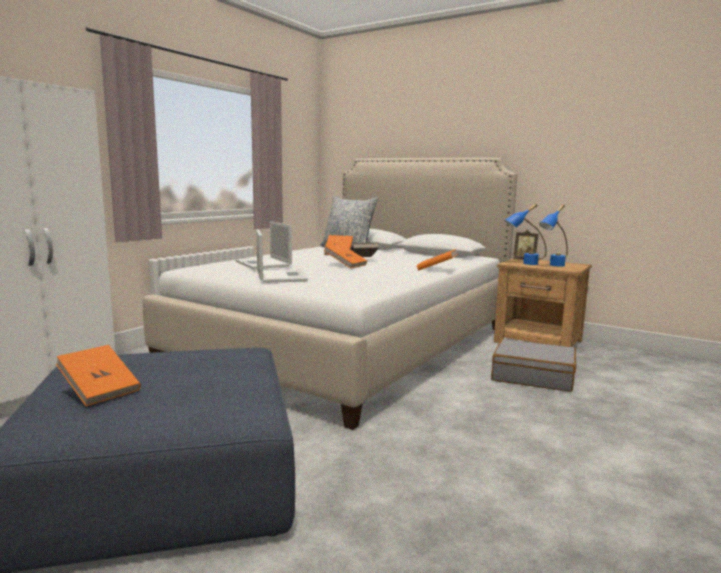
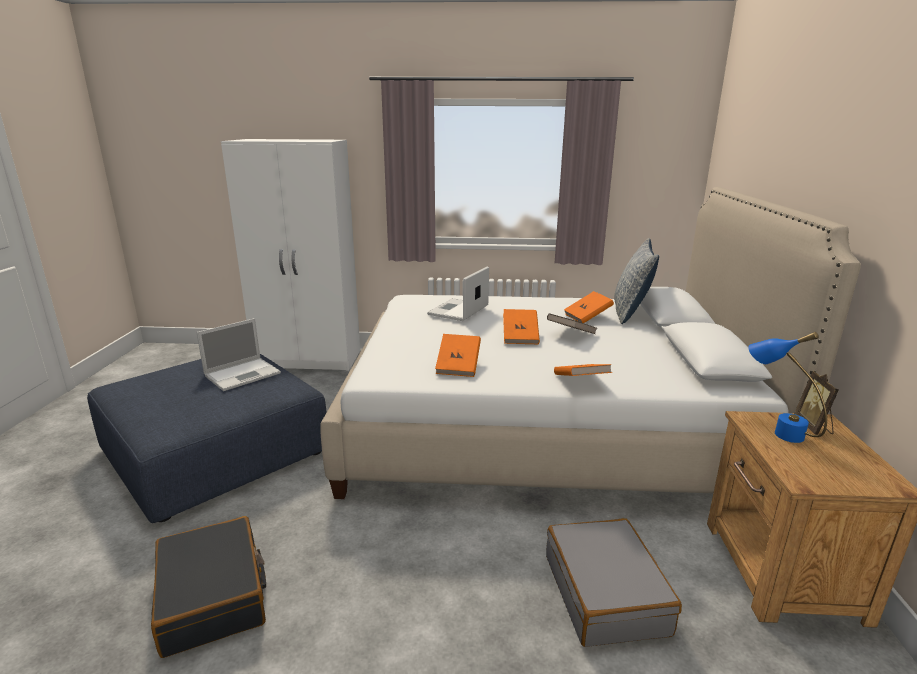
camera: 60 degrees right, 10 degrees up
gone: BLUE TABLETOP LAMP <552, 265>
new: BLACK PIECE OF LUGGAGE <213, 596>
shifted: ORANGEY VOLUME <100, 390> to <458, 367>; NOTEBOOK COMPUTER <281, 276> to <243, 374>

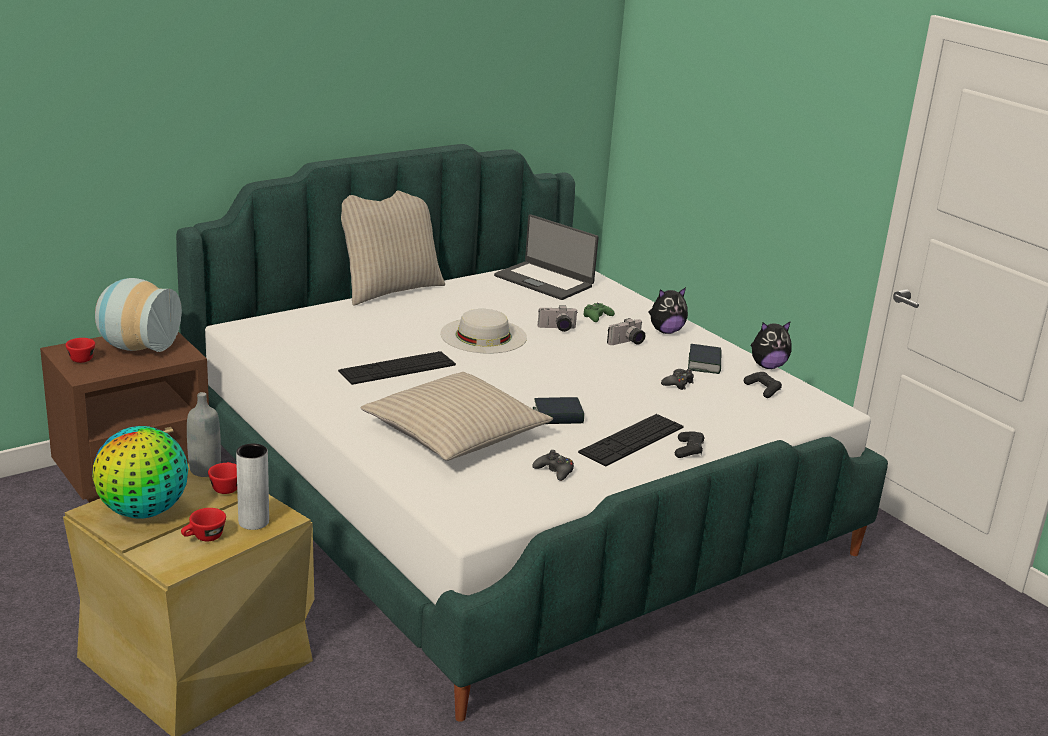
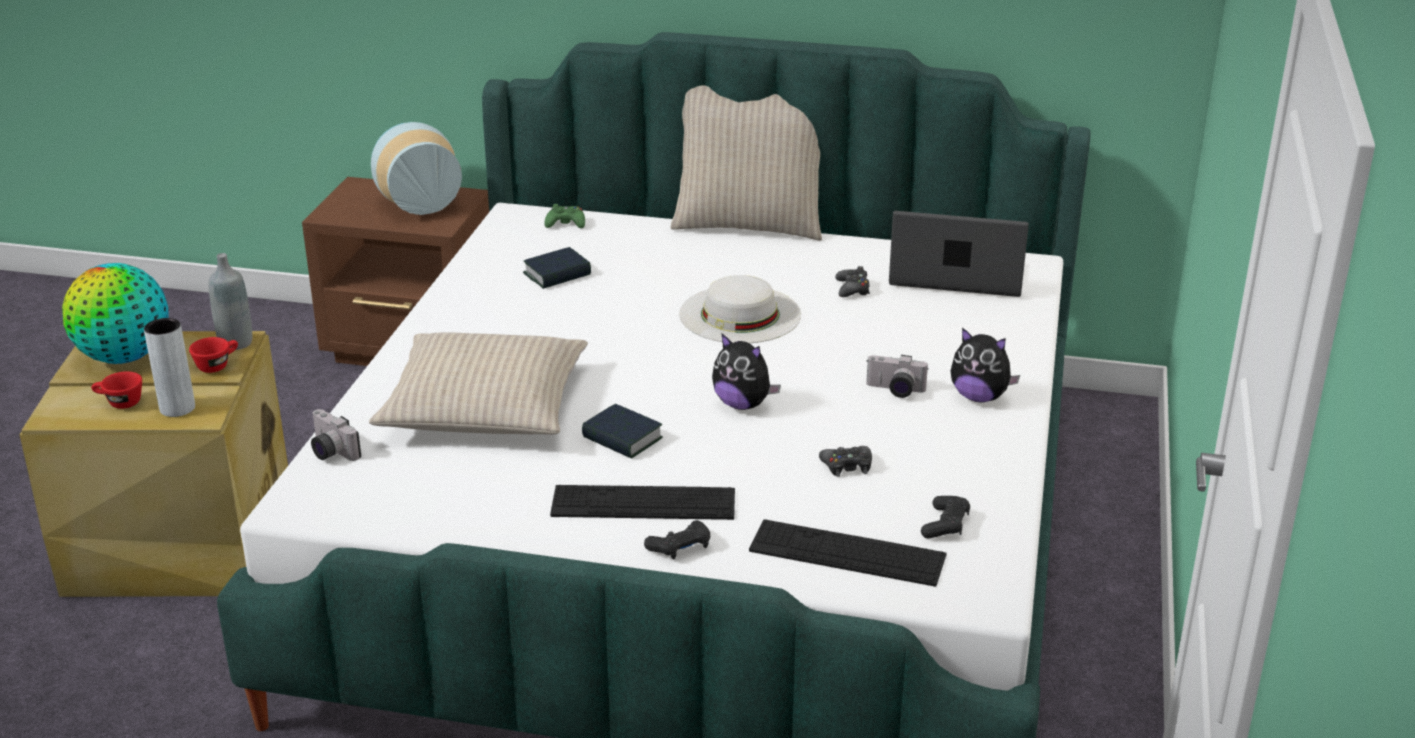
camera: 50 degrees right, 5 degrees up
gone: RED-COLOURED DRINKING CUP <81, 357>
shifted: COMPUTER KEYBOARD <397, 368> to <847, 553>; BLACK JOYPAD <554, 471> to <852, 289>; PHOTO CAMERA <557, 329> to <329, 451>; GREEN JOYPAD <597, 317> to <565, 223>; VOLUME <704, 363> to <557, 274>; PLUSH TOY <767, 366> to <743, 404>
rotated: NOTEBOOK COMPUTER <544, 281> = <956, 276> 105 degrees clockwise

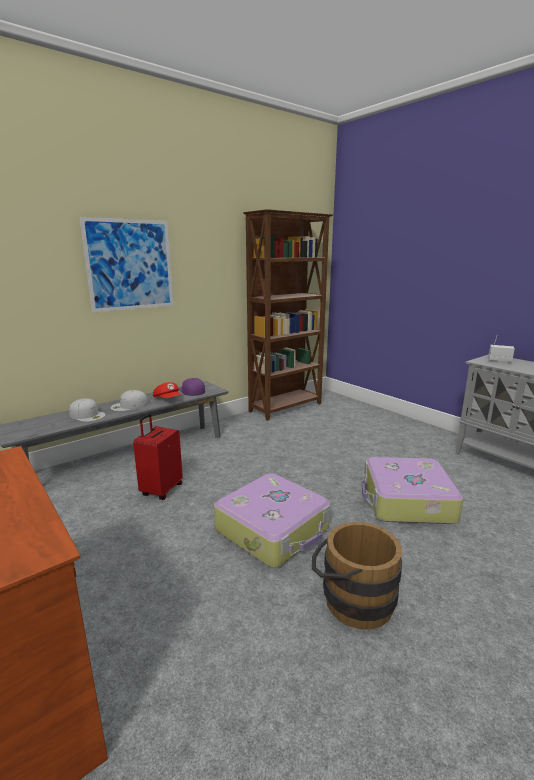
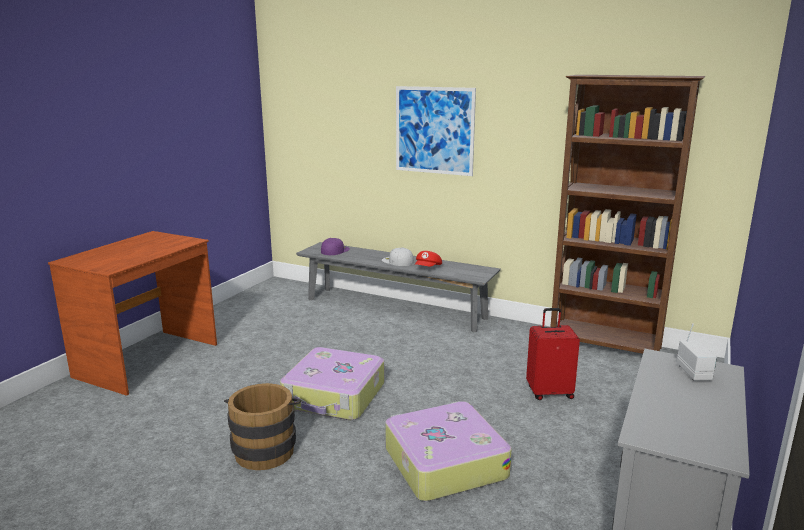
camera: 65 degrees right, 0 degrees up
gone: WHITE PEAKED CAP <87, 415>
shifted: RED-COLOURED PIECE OF LUGGAGE <161, 490> to <549, 392>; PURPLE PEAKED CAP <191, 390> to <335, 250>

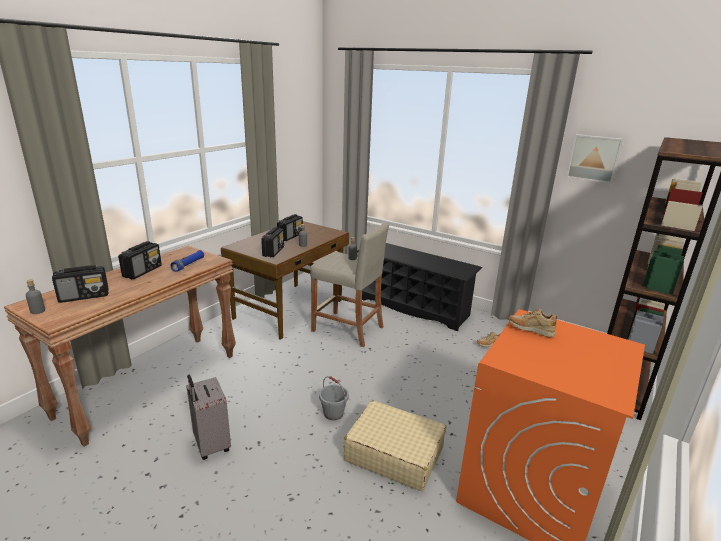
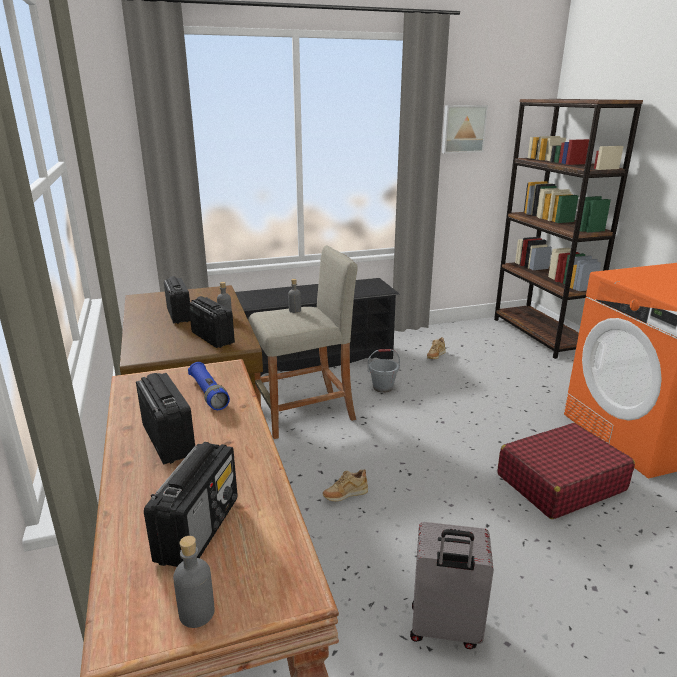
camera: 50 degrees left, 0 degrees up
shifted: GREYISH WATER BUCKET <333, 413> to <383, 387>; BEIGE LOW SHOE <530, 330> to <345, 495>
repainted: BEIGE PIECE OF LUGGAGE <394, 454> to RED-COLOURED PIECE OF LUGGAGE <560, 482>

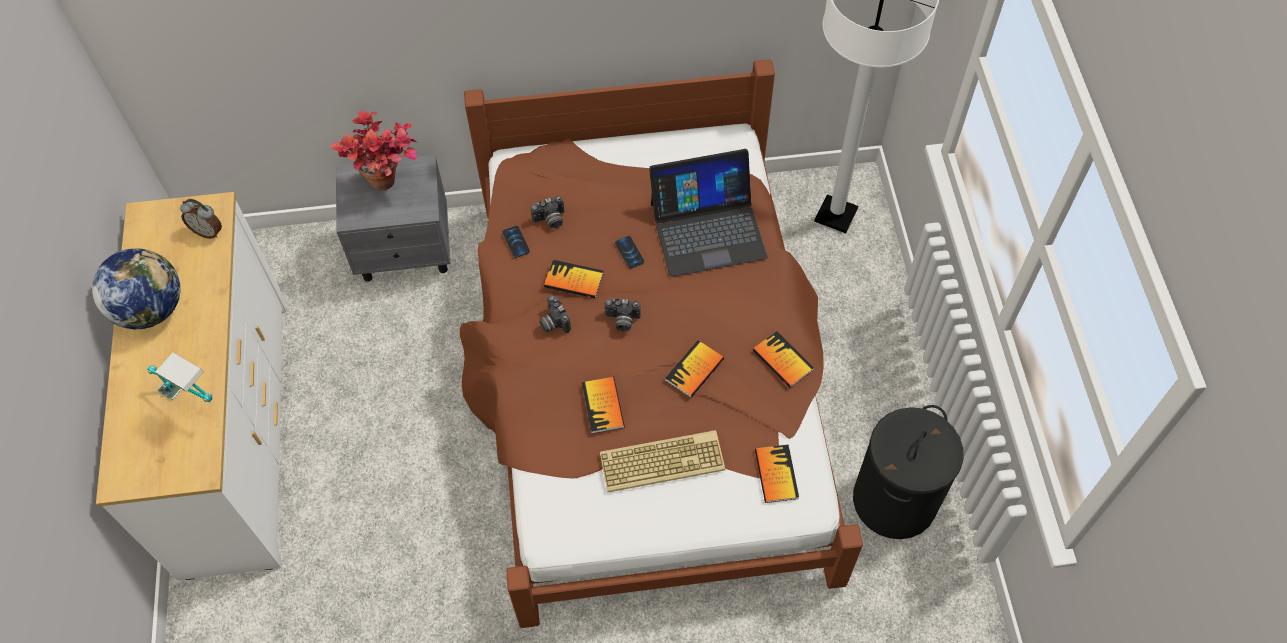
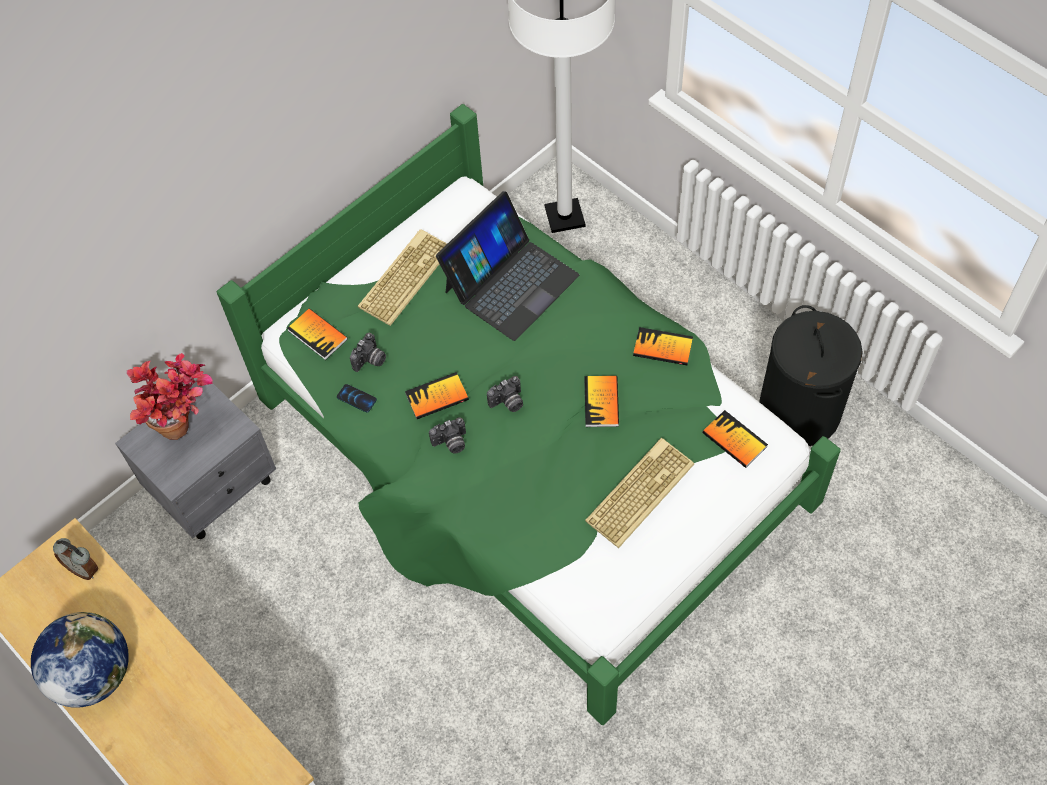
camera: 35 degrees left, 0 degrees up
gone: TABLETOP LAMP <194, 403>; PHONE <629, 252>
new: COMPUTER KEYBOARD <404, 276>
shifted: VOLUME <603, 406> to <317, 335>
repainted: BROWN-COLOURED BED <649, 384> to GREEN BED <531, 454>
rotated: BEDSIDE CLOCK <208, 231> = <84, 569> 45 degrees clockwise; PHOTO CAMERA <553, 322> = <451, 443> 45 degrees counterclockwise

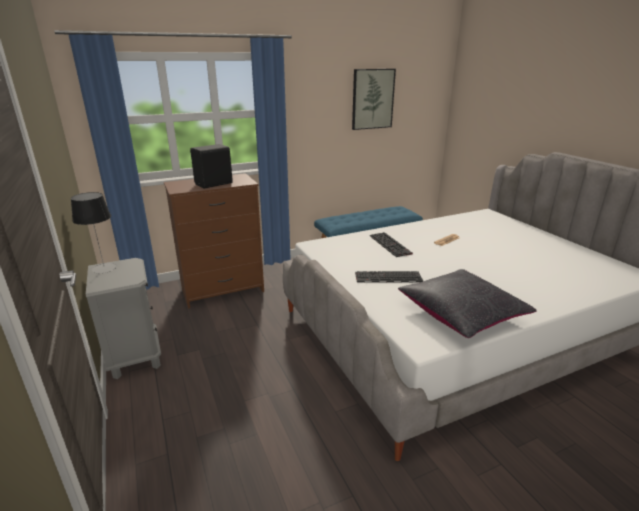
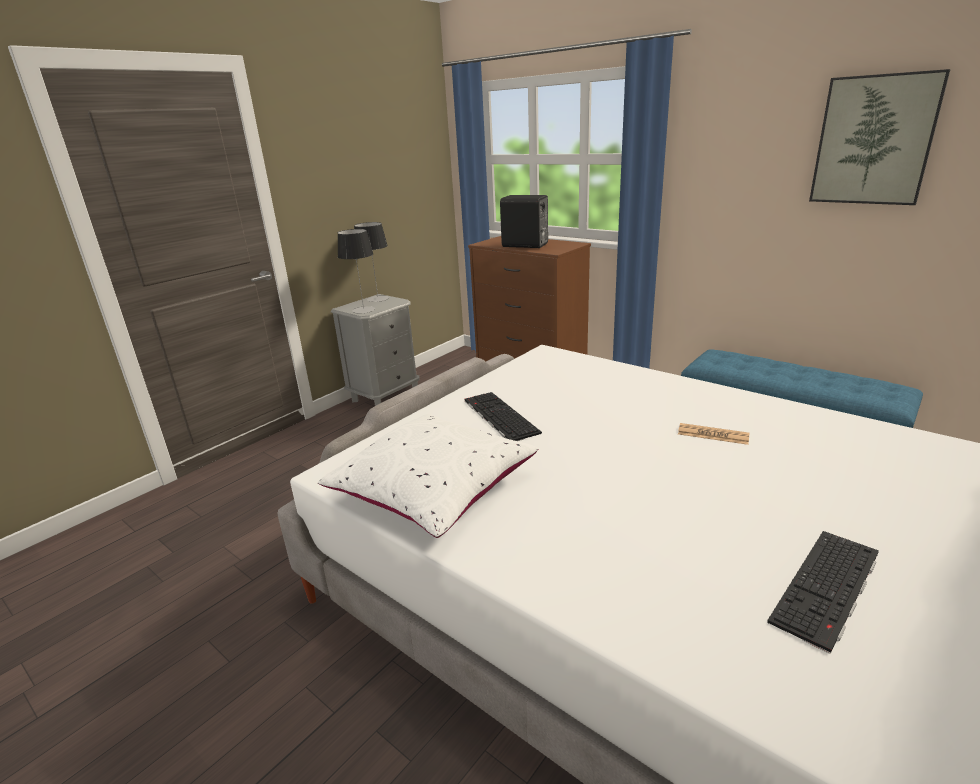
camera: 65 degrees right, 0 degrees up
new: TABLETOP LAMP <363, 310>
shifted: COMPUTER KEYBOARD <391, 245> to <828, 588>
repainted: BLACK PILLOW <461, 313> to WHITE PILLOW <434, 489>

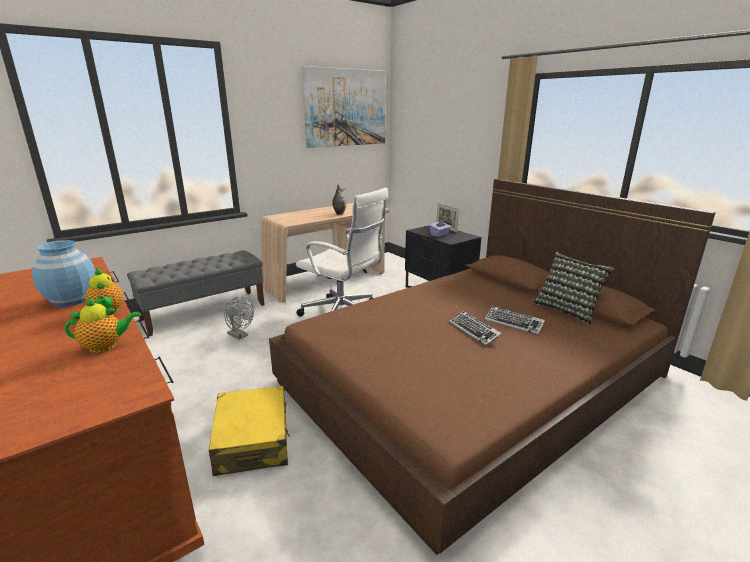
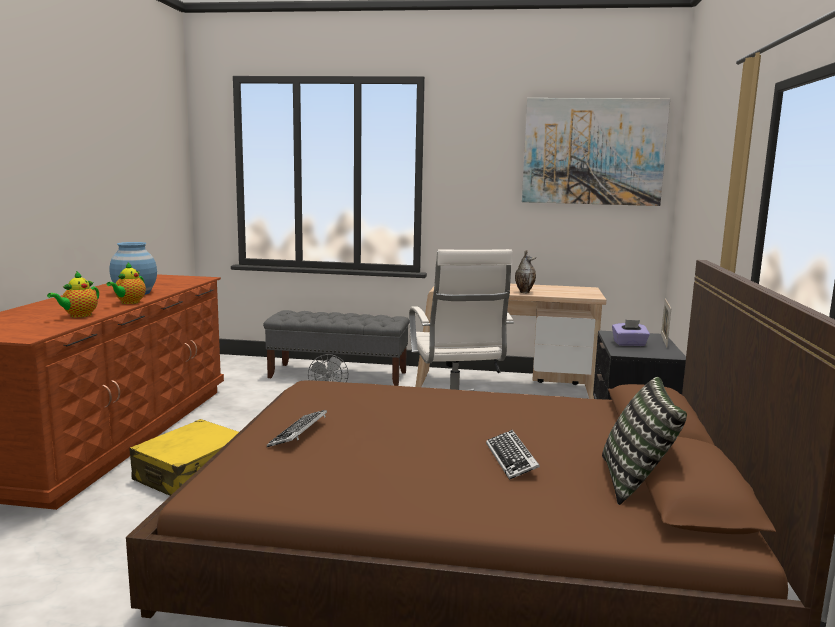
camera: 45 degrees right, 10 degrees down
shifted: COMPUTER KEYBOARD <474, 331> to <299, 434>
rotated: TEAPOT <106, 346> = <78, 315> 90 degrees clockwise

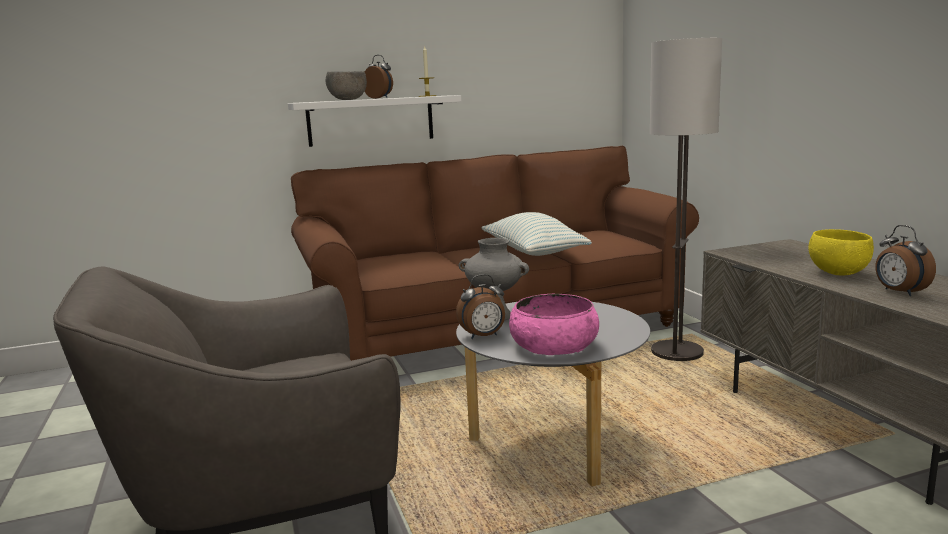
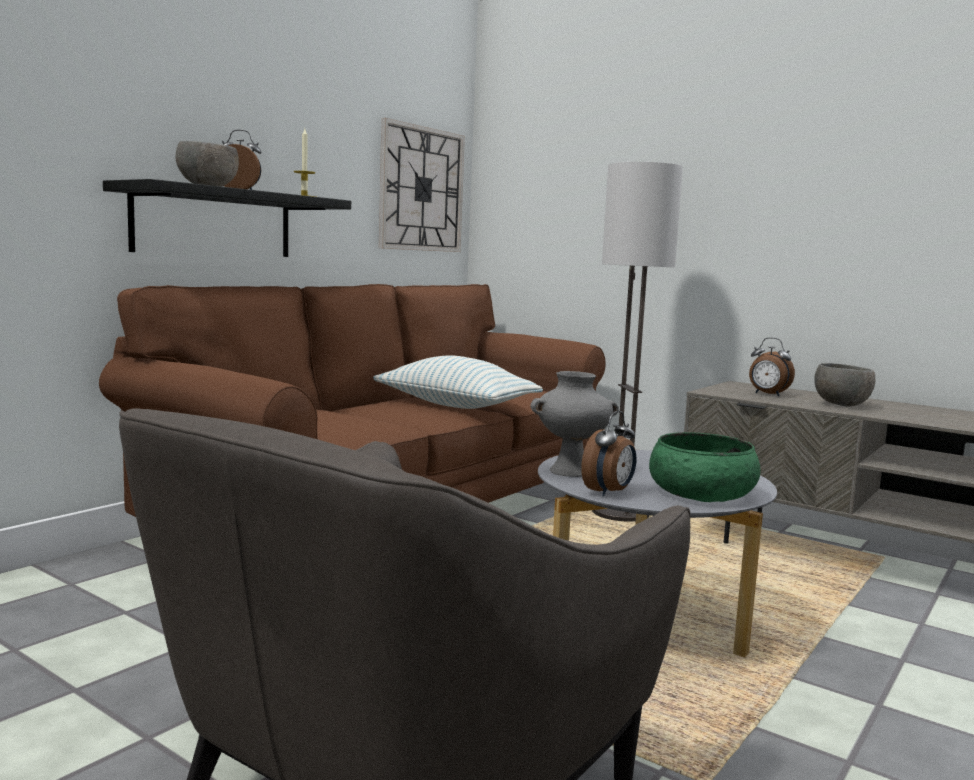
camera: 35 degrees left, 5 degrees down
new: HANGING CLOCK <421, 189>
shifted: BEDSIDE CLOCK <899, 292> to <767, 394>
repainted: WHITE BRACKET SHELF <371, 121> to BLACK BRACKET SHELF <214, 223>; PINK BOWL <554, 345> to GREEN BOWL <701, 493>; YELLOW-COLOURED BOWL <838, 273> to GREYISH BOWL <842, 405>

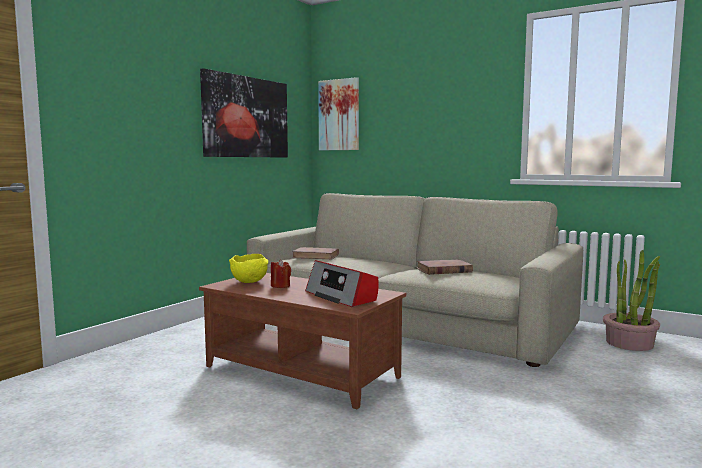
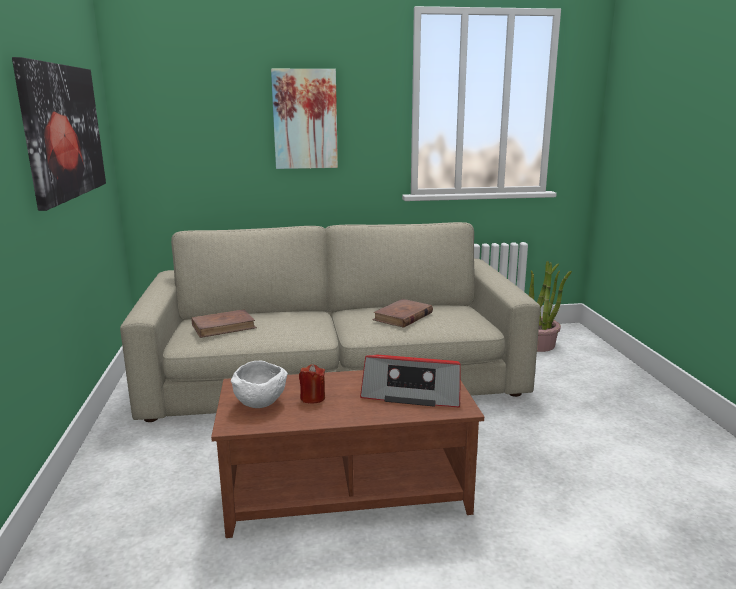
camera: 40 degrees left, 10 degrees up
shifted: WALL PICTURE <339, 115> to <305, 119>
repainted: YELLOW-COLOURED BOWL <250, 282> to WHITE BOWL <261, 403>

